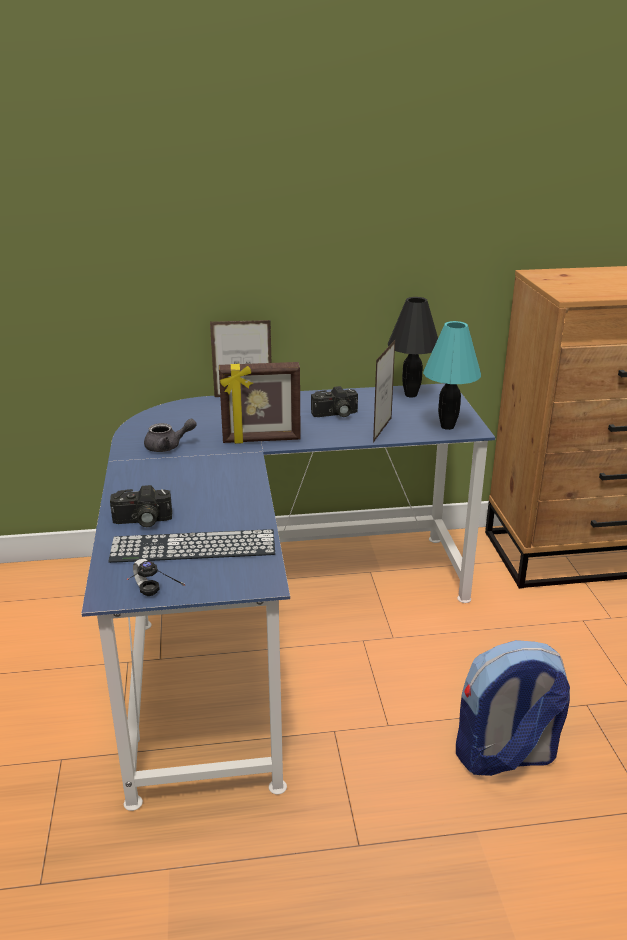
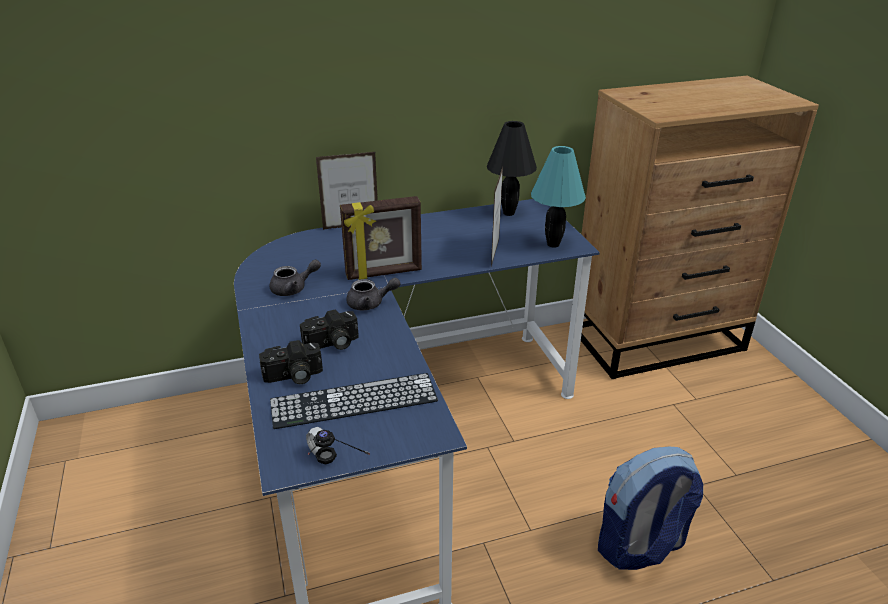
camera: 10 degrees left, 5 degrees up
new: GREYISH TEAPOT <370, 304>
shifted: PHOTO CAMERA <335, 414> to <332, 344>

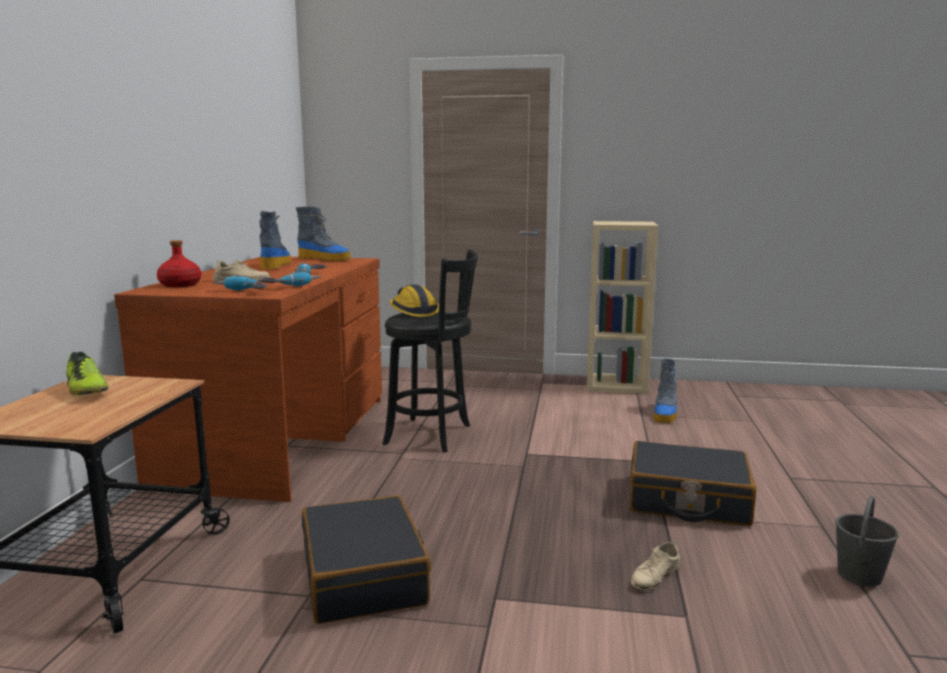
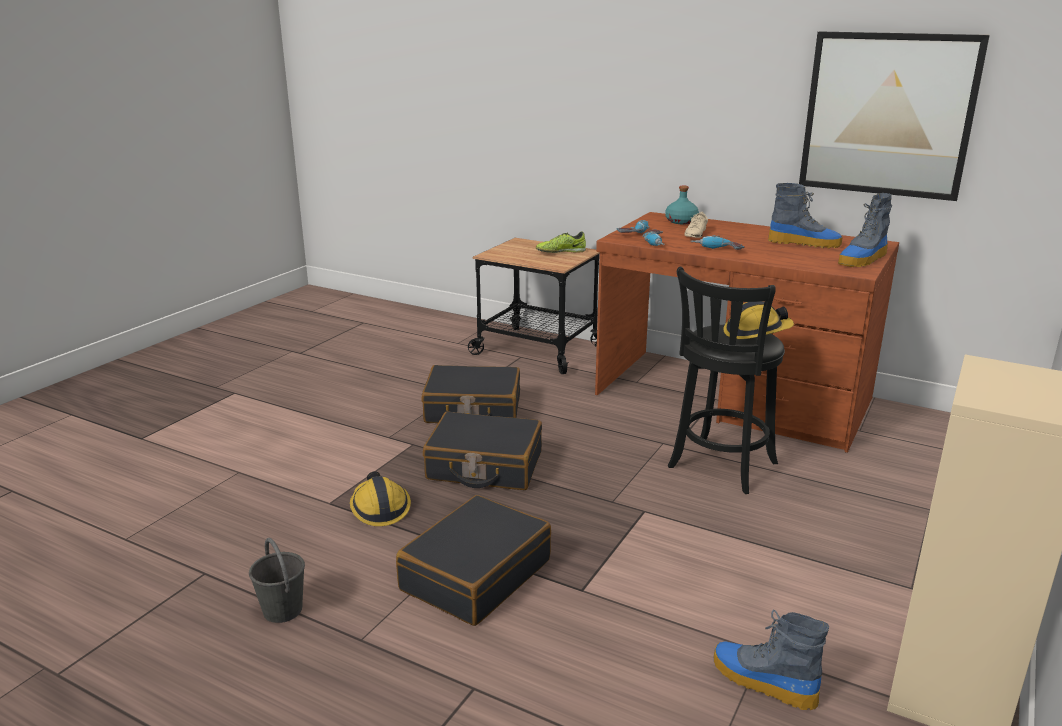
camera: 110 degrees right, 10 degrees up
new: BLACK PIECE OF LUGGAGE <484, 466>; WALL PICTURE <888, 115>
swapped: BEIGE LOW SHOE <655, 576> to WORK HELMET <379, 508>
repainted: RED-COLOURED DRINK BOTTLE <180, 285> to TURQUOISE DRINK BOTTLE <681, 221>

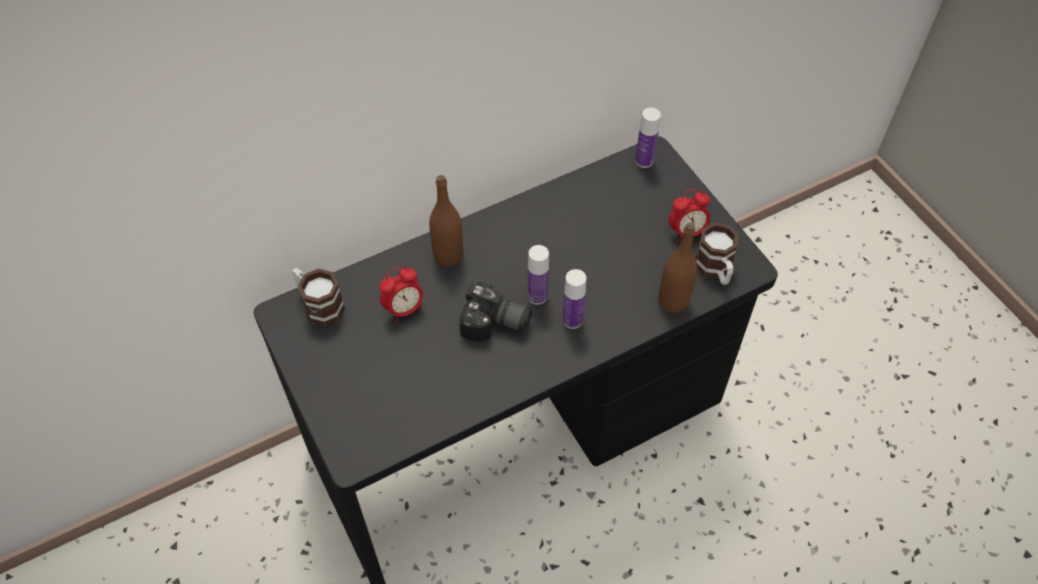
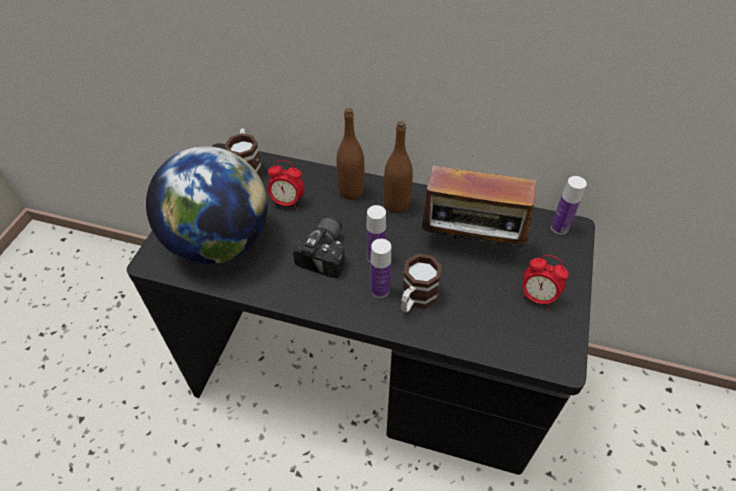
camera: 45 degrees right, 5 degrees down
new: WORLD GLOBE <220, 242>; RADIO SET <471, 245>
shifted: BROWN-COLOURED DRINK BOTTLE <673, 301> to <396, 205>; TEA MUG <715, 270> to <415, 299>
rotated: PHOTO CAMERA <495, 324> = <327, 253> 135 degrees counterclockwise

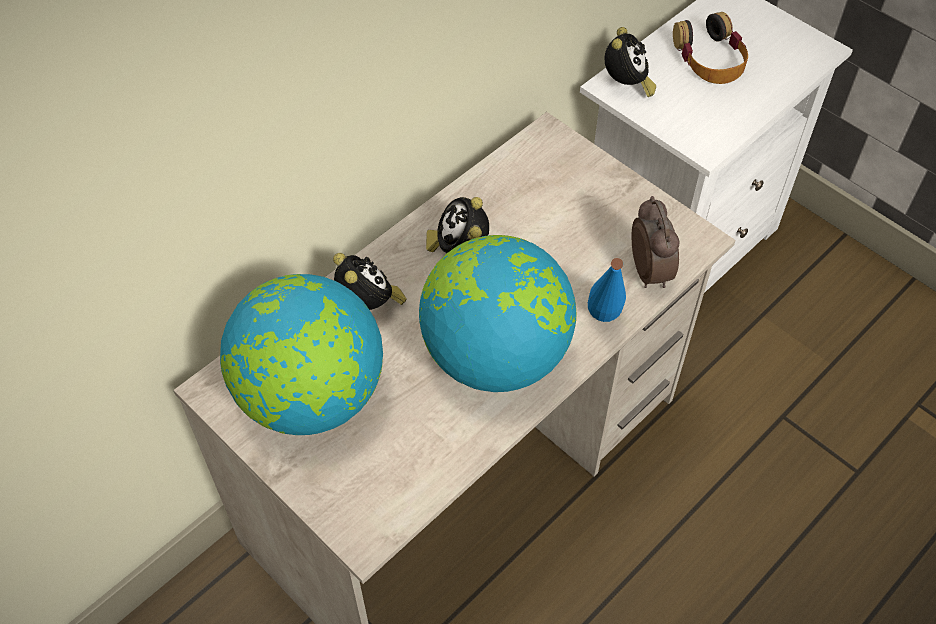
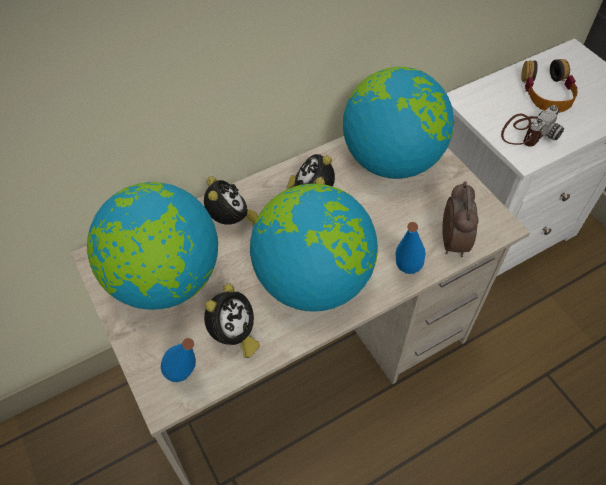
camera: 15 degrees right, 0 degrees up
new: BLUE DRINK BOTTLE <189, 381>; WORLD GLOBE <391, 160>; PHOTO CAMERA <527, 131>
shifted: BEDSIDE CLOCK <626, 85> to <233, 336>

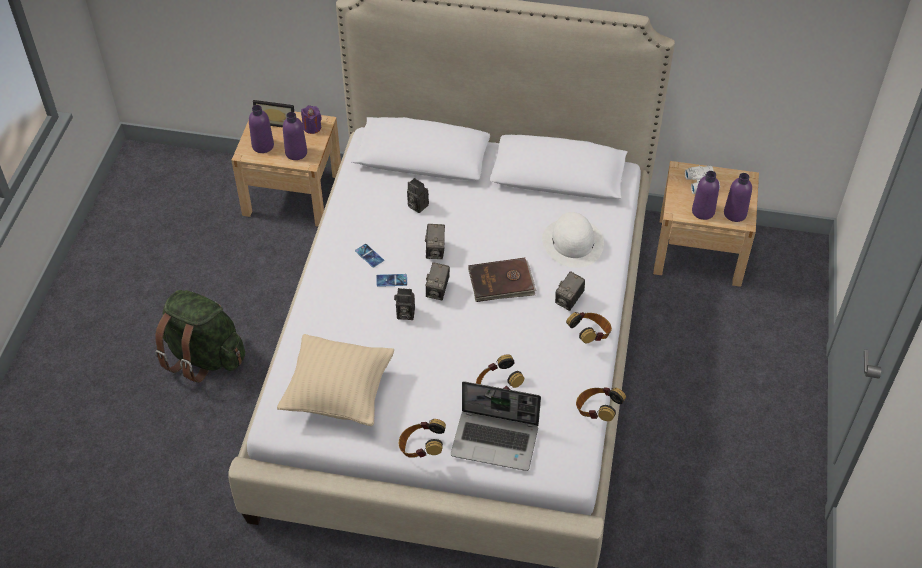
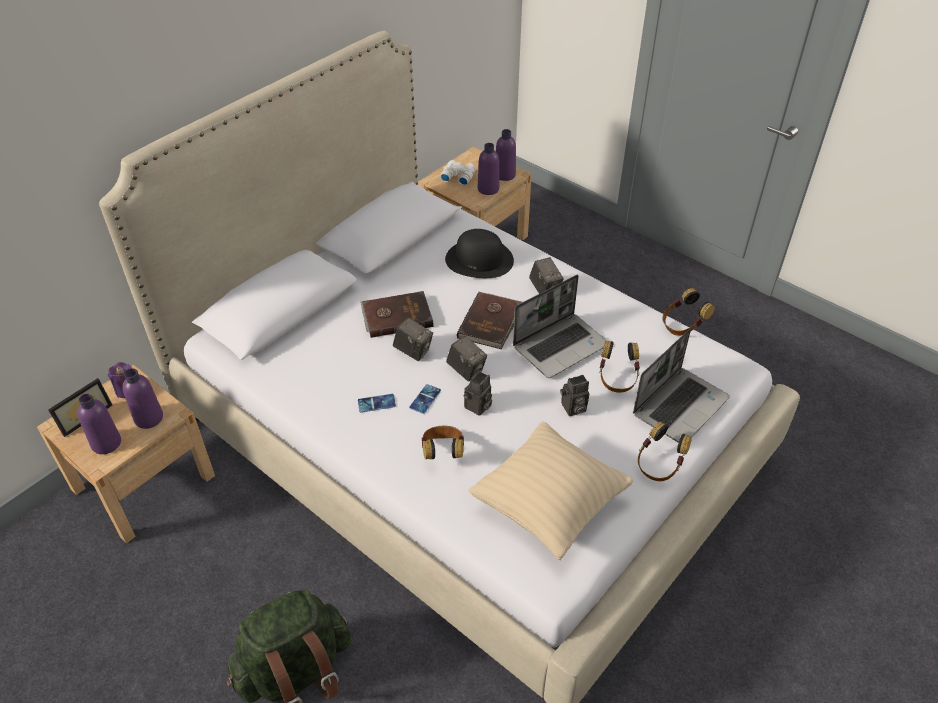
camera: 60 degrees left, 5 degrees down
new: BROWN-COLOURED VOLUME <396, 316>; NOTEBOOK COMPUTER <560, 345>
shifted: PHOTO CAMERA <416, 205> to <573, 408>; HEADPHONES <590, 335> to <443, 453>
repainted: WHITE HAT <573, 242> to BLACK HAT <479, 259>

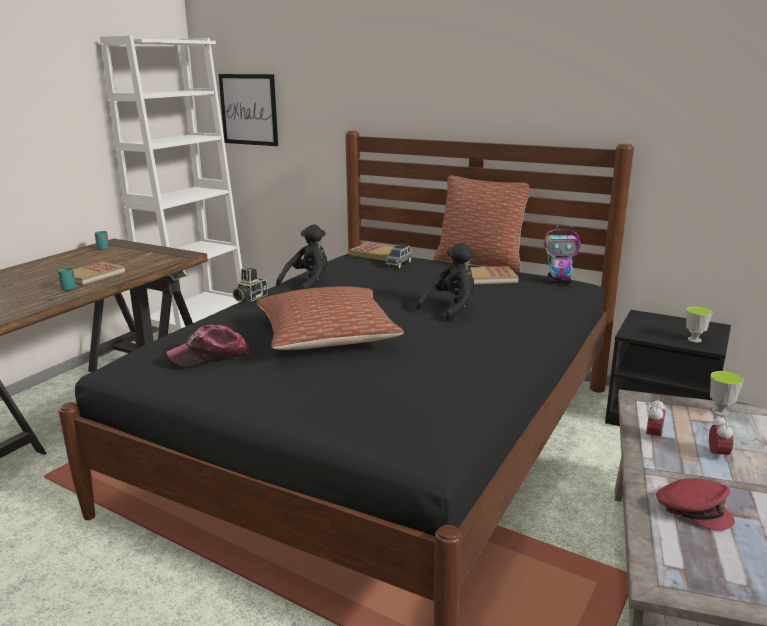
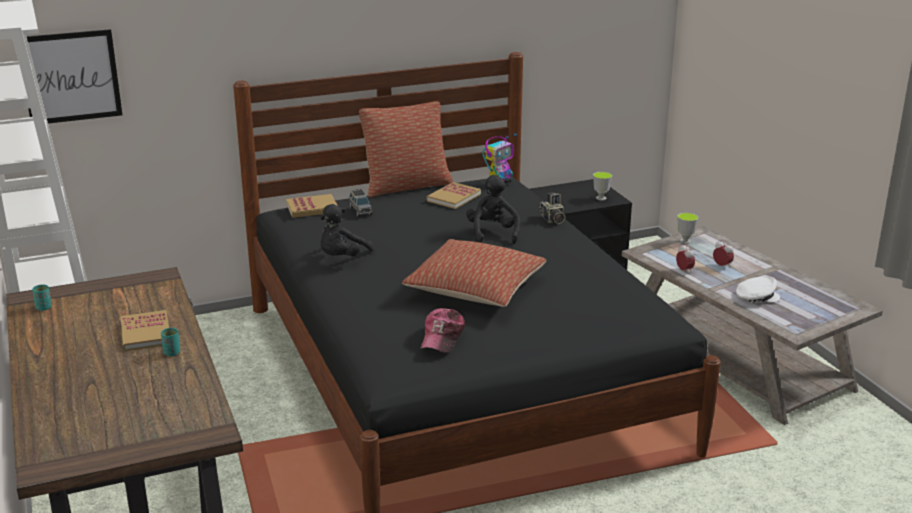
camera: 50 degrees left, 5 degrees up
shifted: PHOTO CAMERA <249, 298> to <552, 219>
repainted: RED-COLOURED PEAKED CAP <693, 509> to WHITE PEAKED CAP <756, 297>
rotated: BLACK PLUSH TOY <308, 284> = <342, 257> 135 degrees counterclockwise

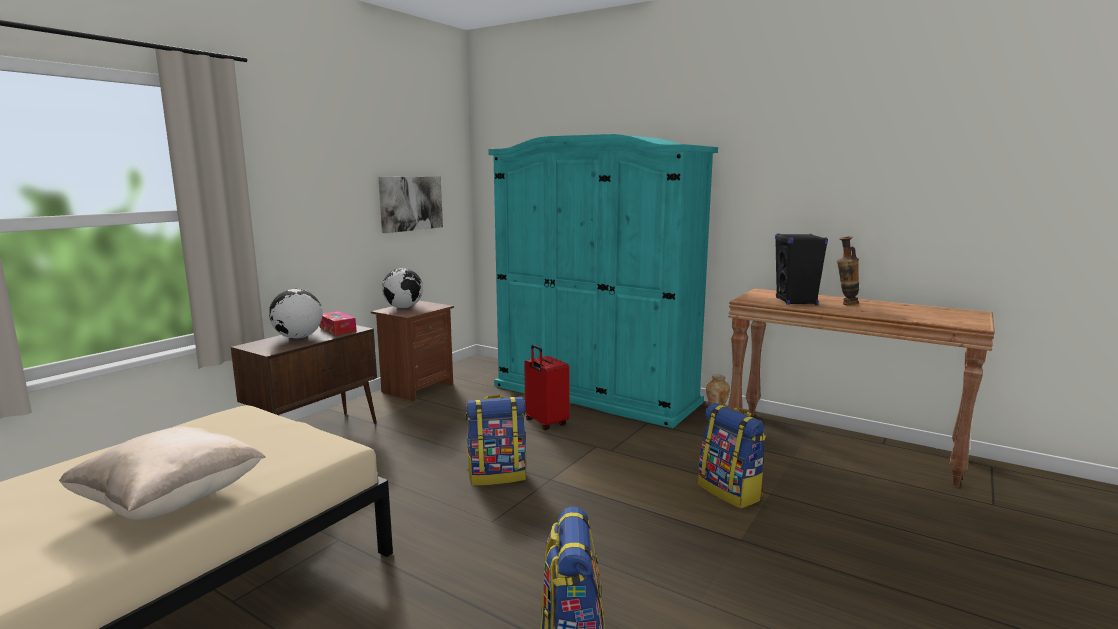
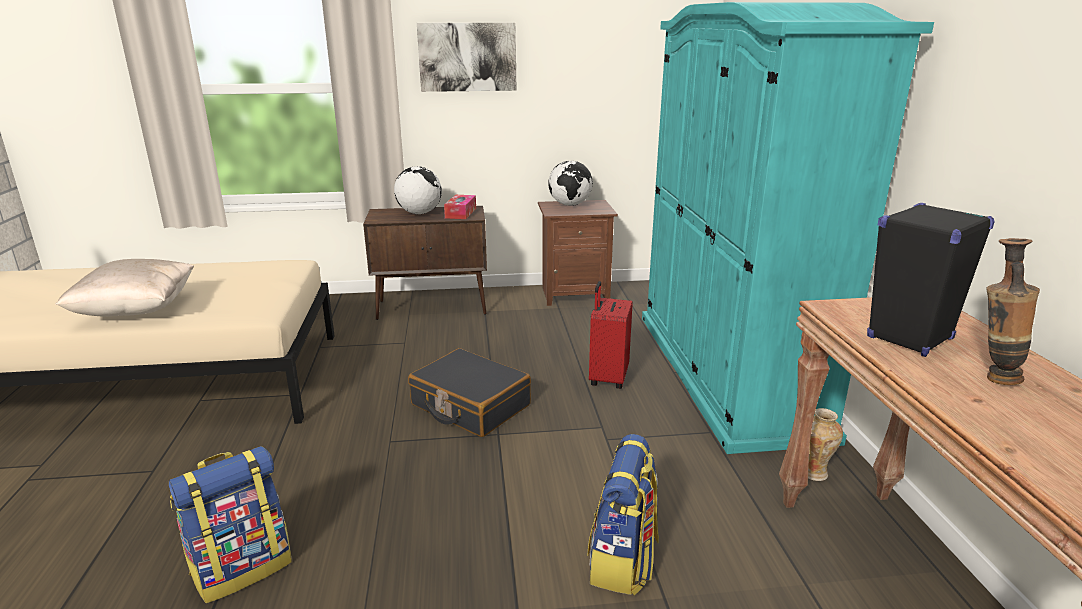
camera: 50 degrees right, 10 degrees up
shifted: WALL PICTURE <411, 203> to <467, 57>
swapped: BACKPACK <497, 475> to BLACK PIECE OF LUGGAGE <470, 405>

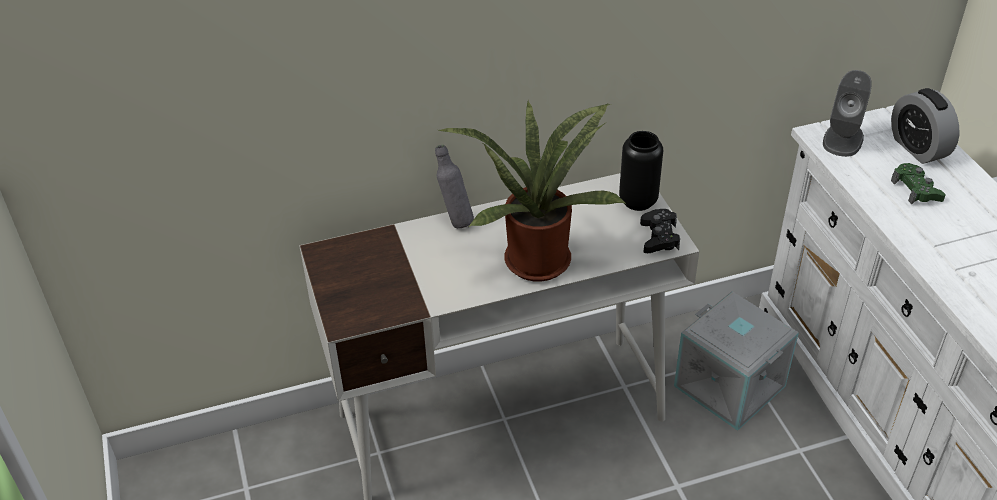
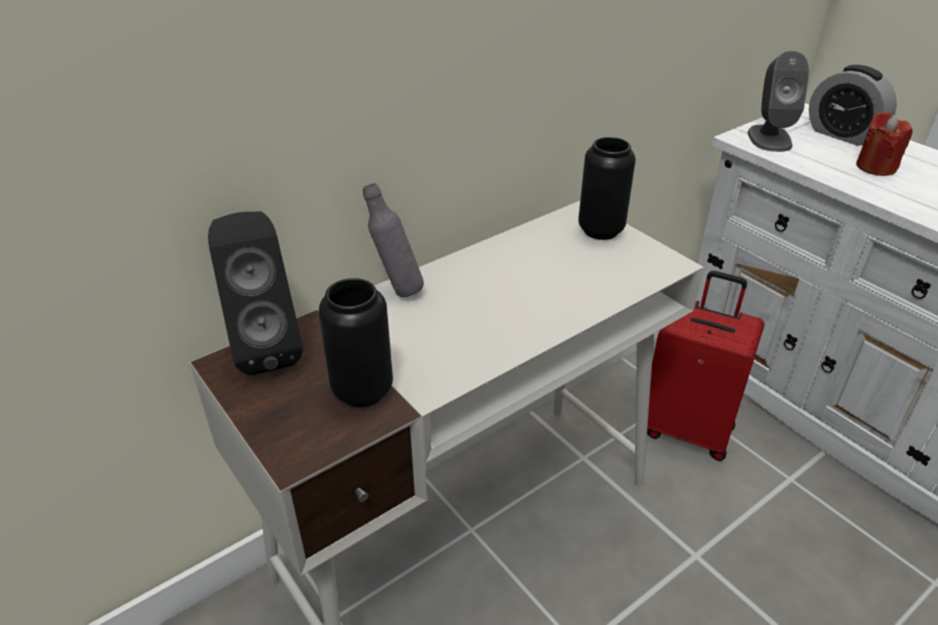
camera: 20 degrees left, 5 degrees down
gone: POTTED PLANT <538, 256>; BLACK JOYPAD <659, 237>
new: BLACK AUDIO SPEAKER <266, 348>; BLACK DECORATIVE VASE <362, 391>
swapped: GREYISH STORAGE CONTAINER <731, 385> to RED-COLOURED PIECE OF LUGGAGE <687, 429>; GREEN JOYPAD <916, 190> to RED-COLOURED CANDLE <876, 167>

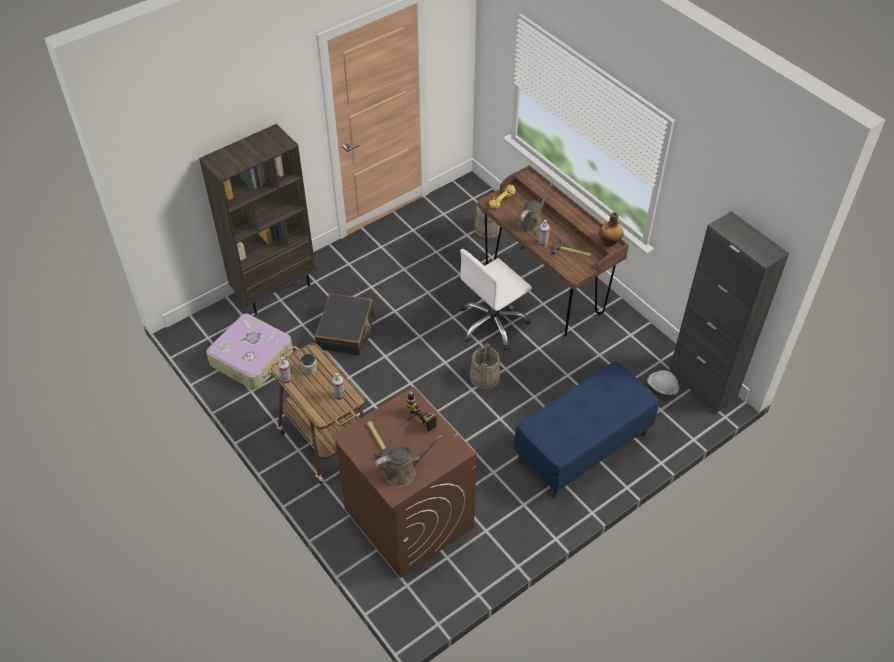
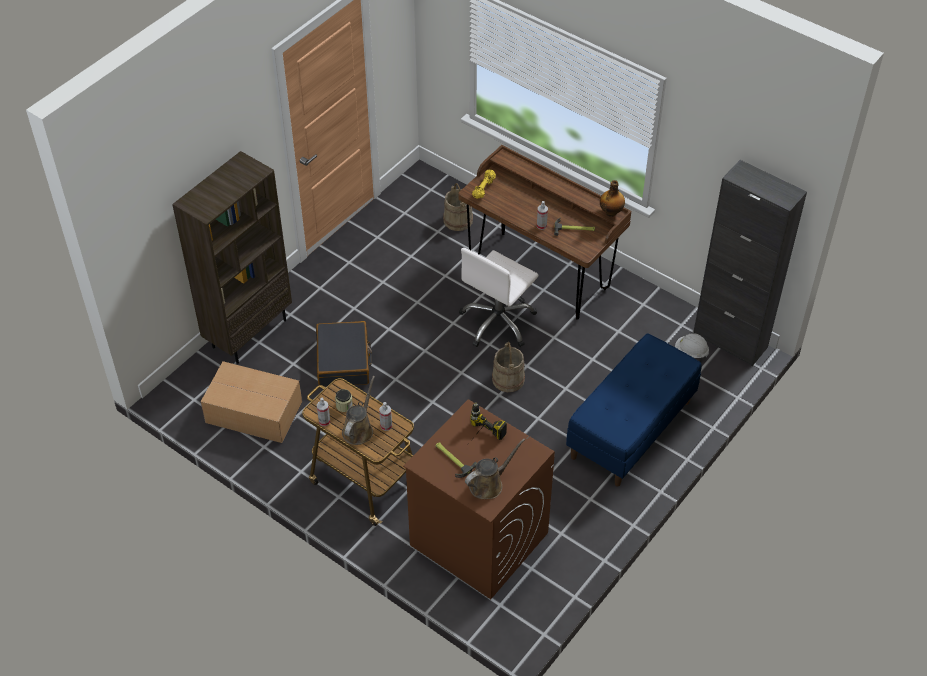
camera: 15 degrees left, 0 degrees up
shifted: BROWN-COLOURED SPRINKLING CAN <532, 223> to <359, 429>
swapped: PIECE OF LUGGAGE <253, 358> to PACKING BOX <253, 411>

